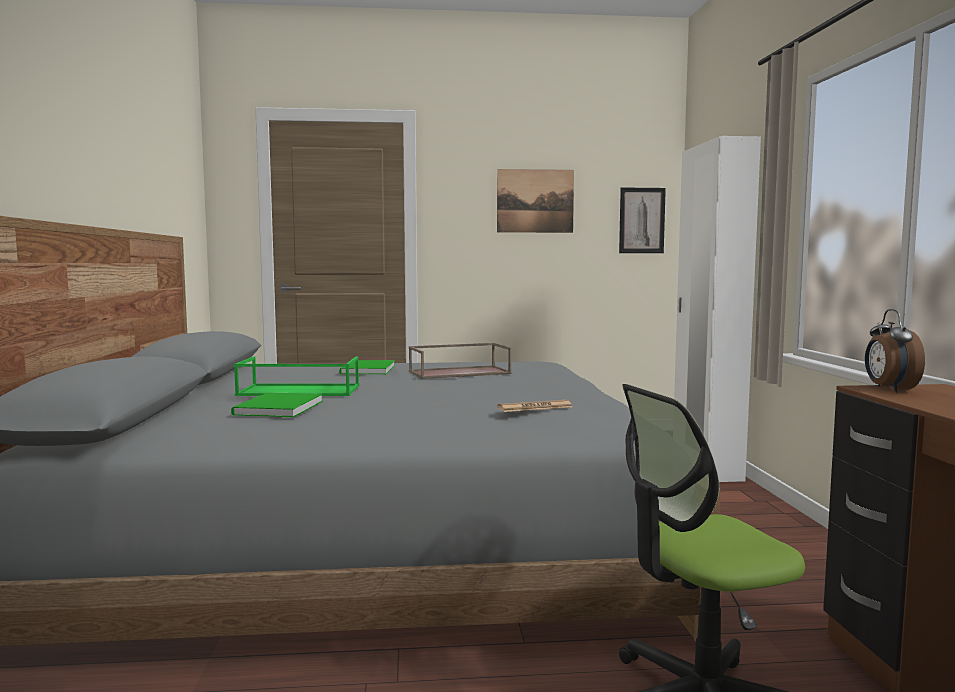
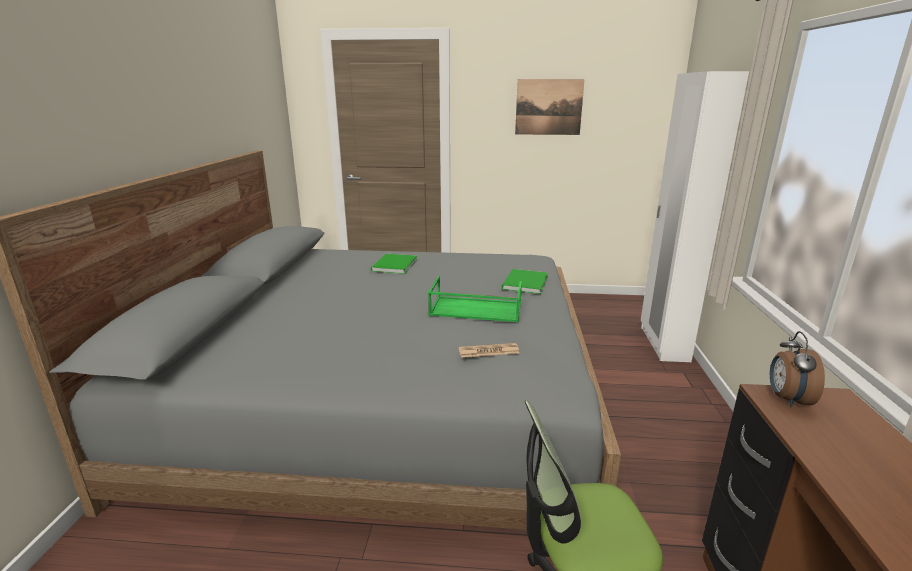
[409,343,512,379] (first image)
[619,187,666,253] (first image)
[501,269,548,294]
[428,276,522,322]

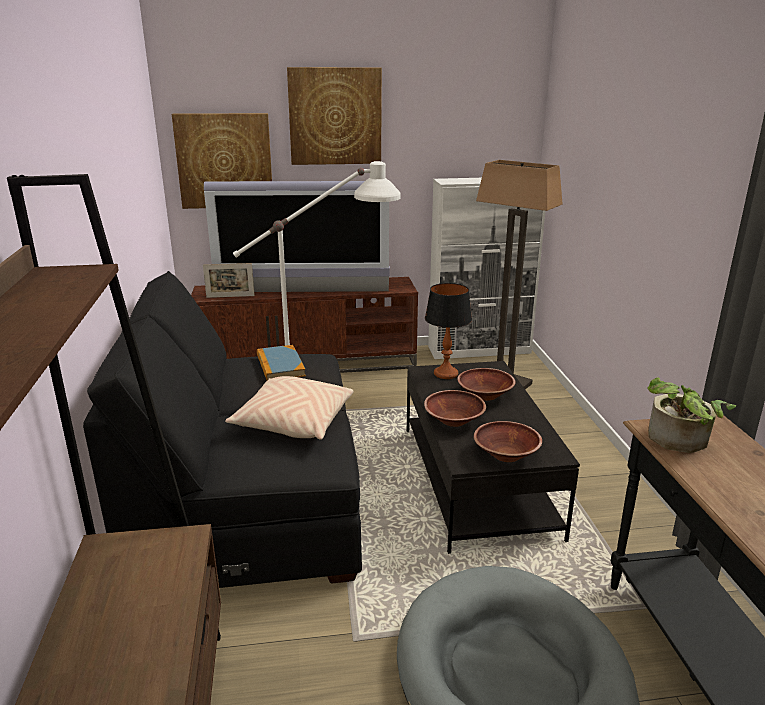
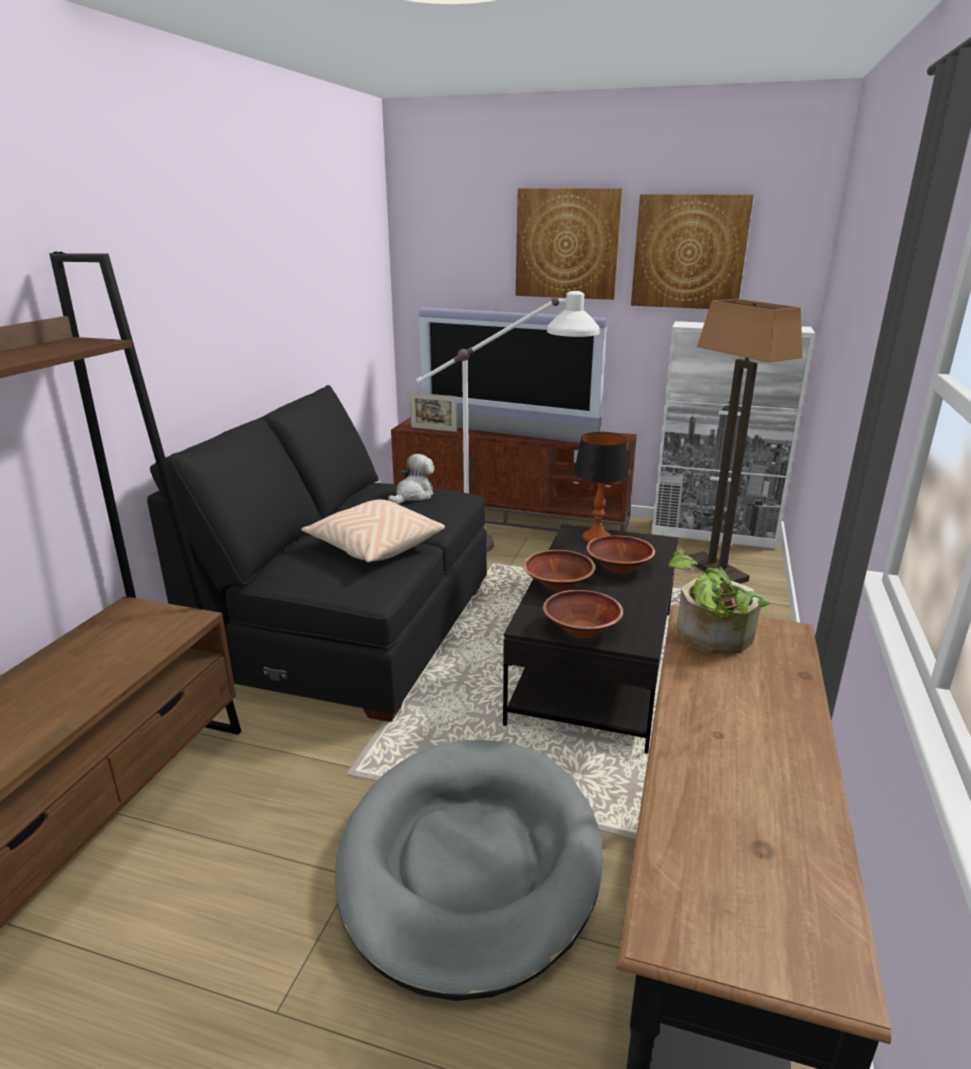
[631,194,754,309]
[388,454,434,504]

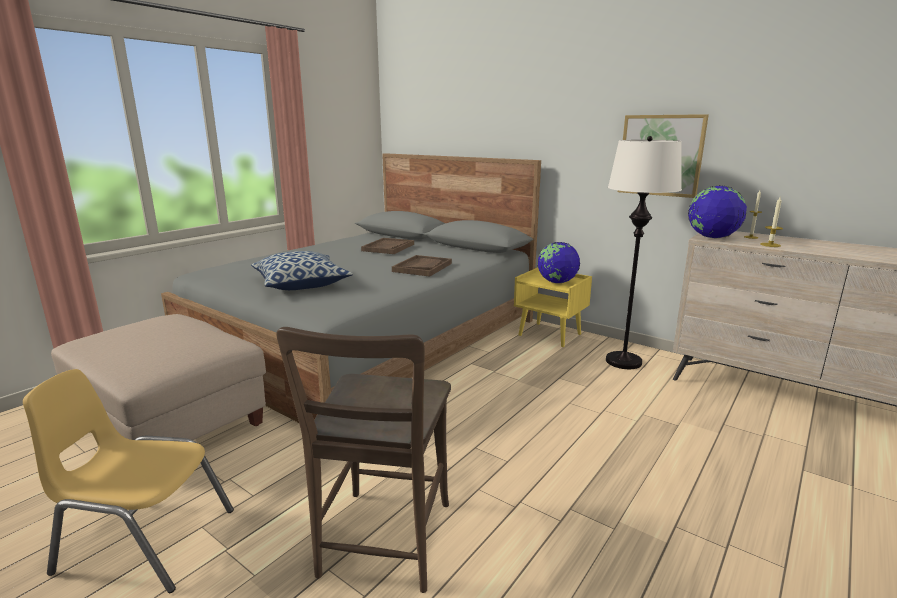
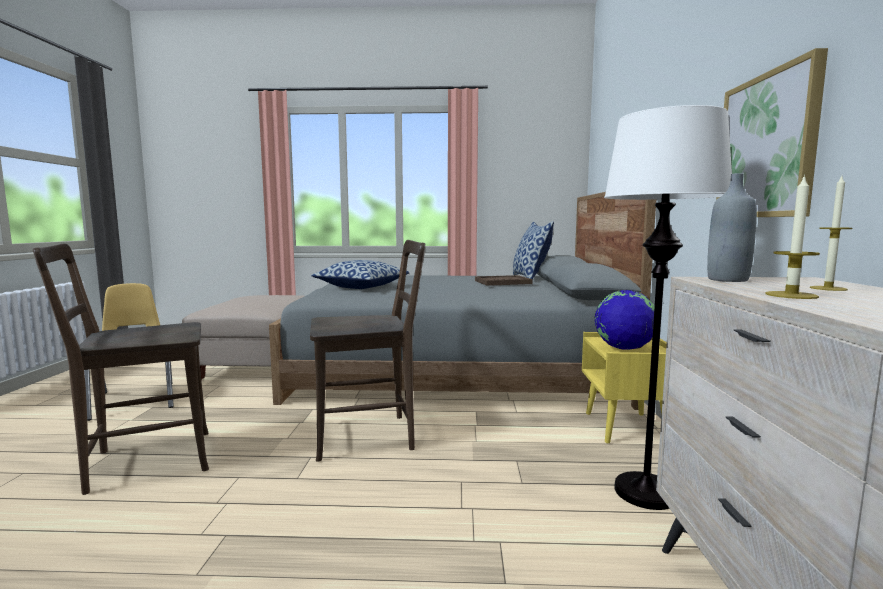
[392,255,452,277] (first image)
[310,240,425,461]
[513,221,554,279]
[707,173,757,282]

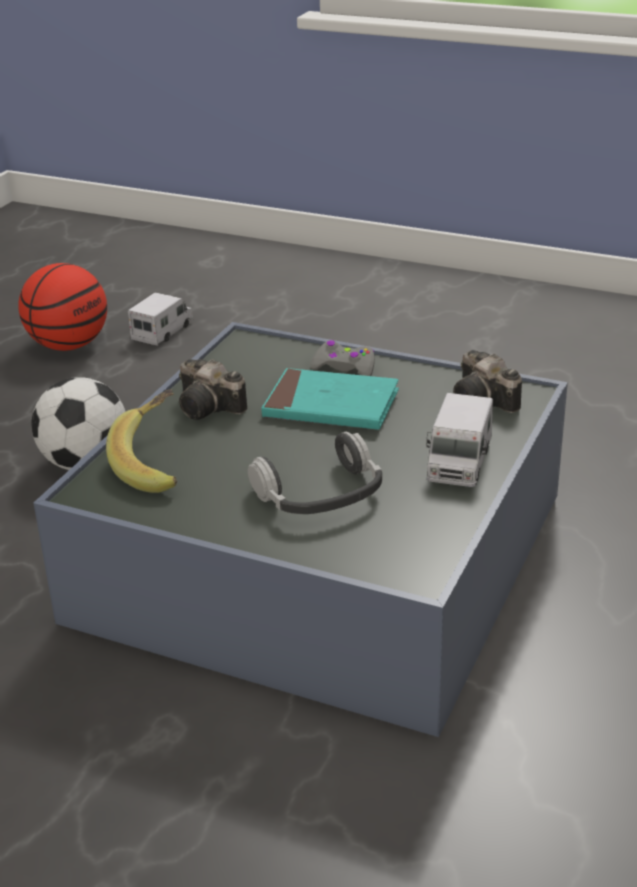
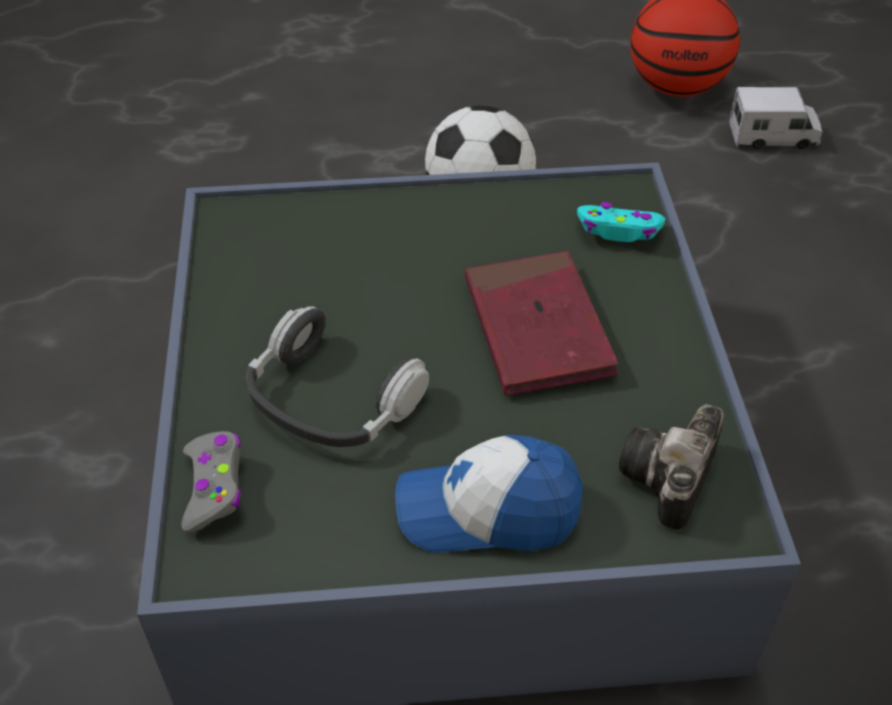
[106,389,177,493] (first image)
[179,359,247,420] (first image)
[577,202,666,242]
[181,431,241,533]
[395,435,583,553]
[465,251,618,396]

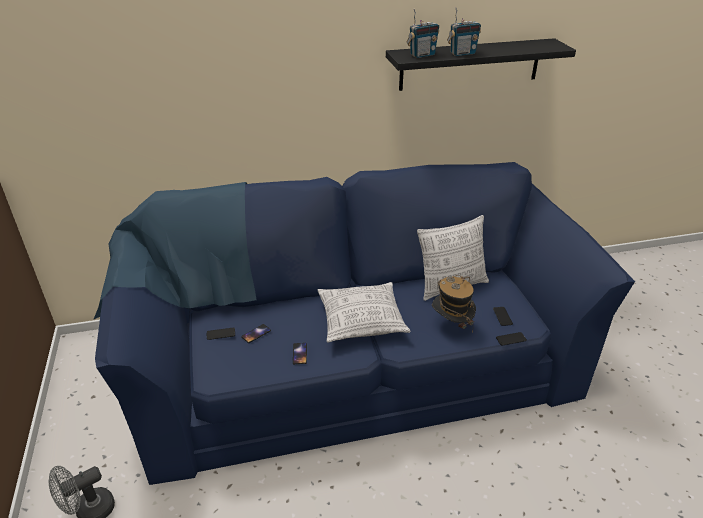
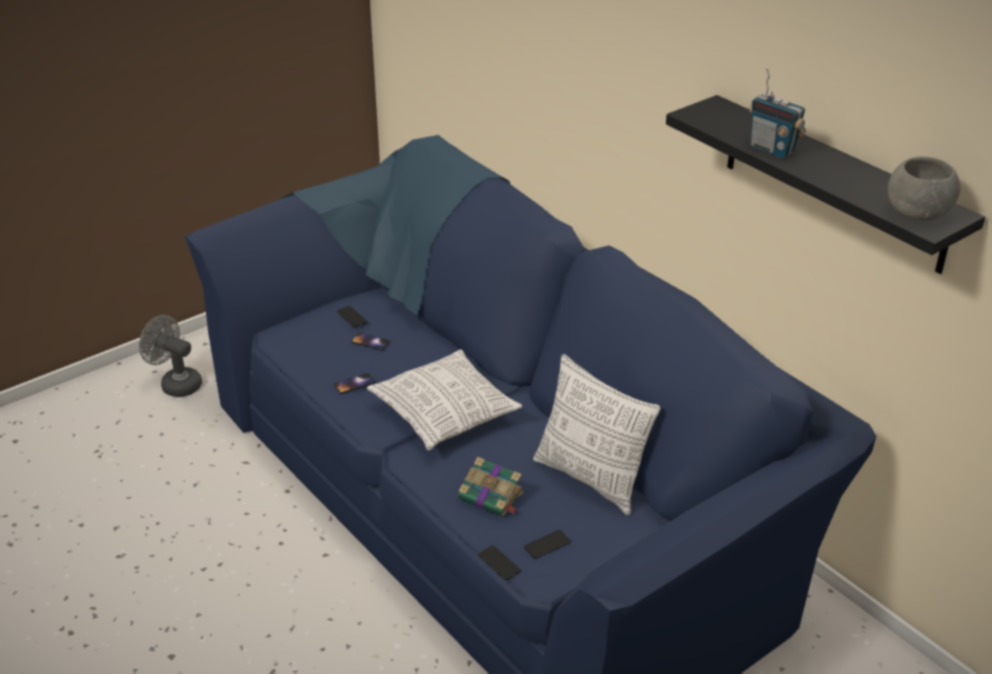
[406,8,439,58] (first image)
[888,156,961,221]
[458,457,523,516]

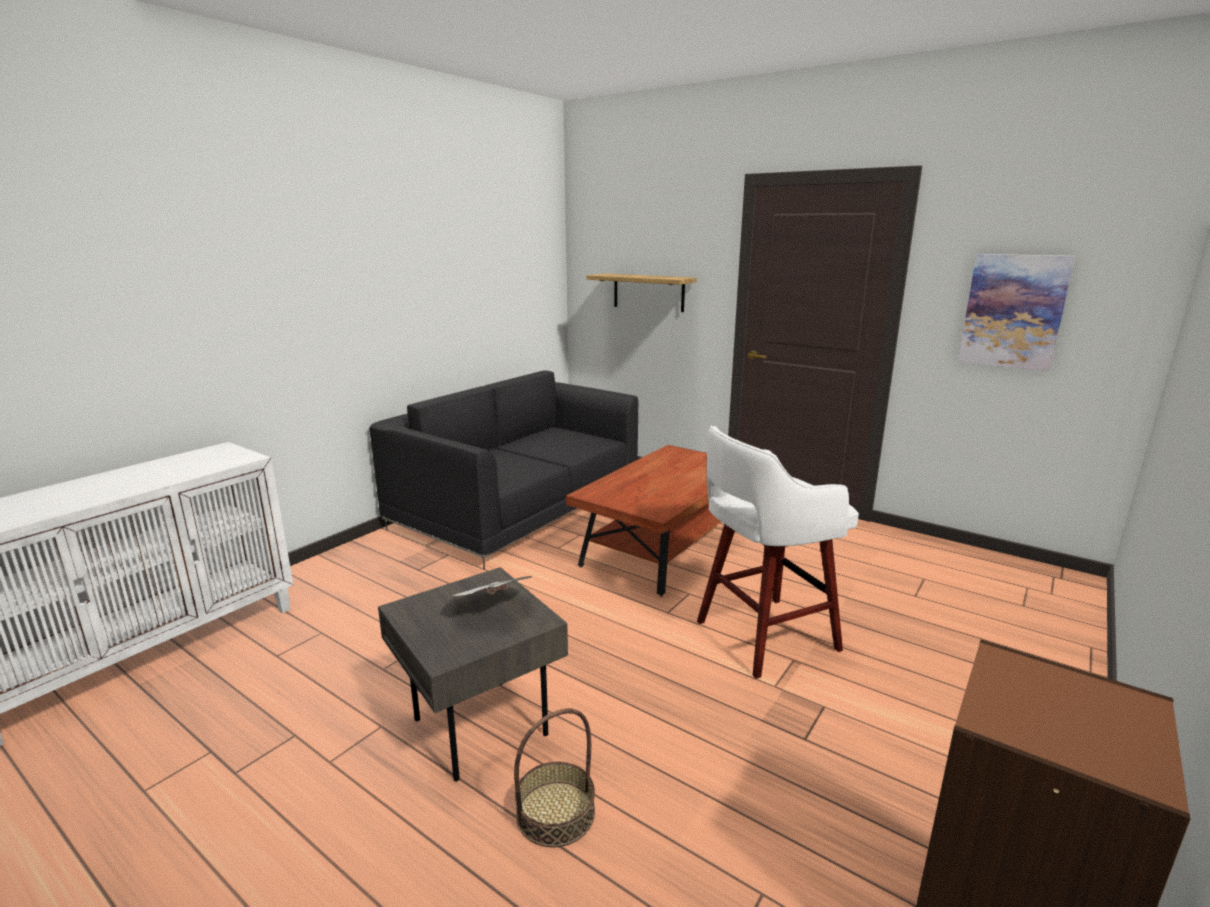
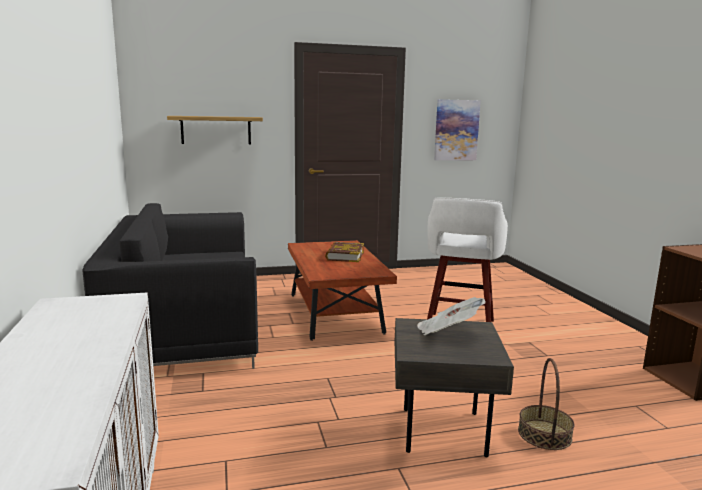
[325,242,364,262]

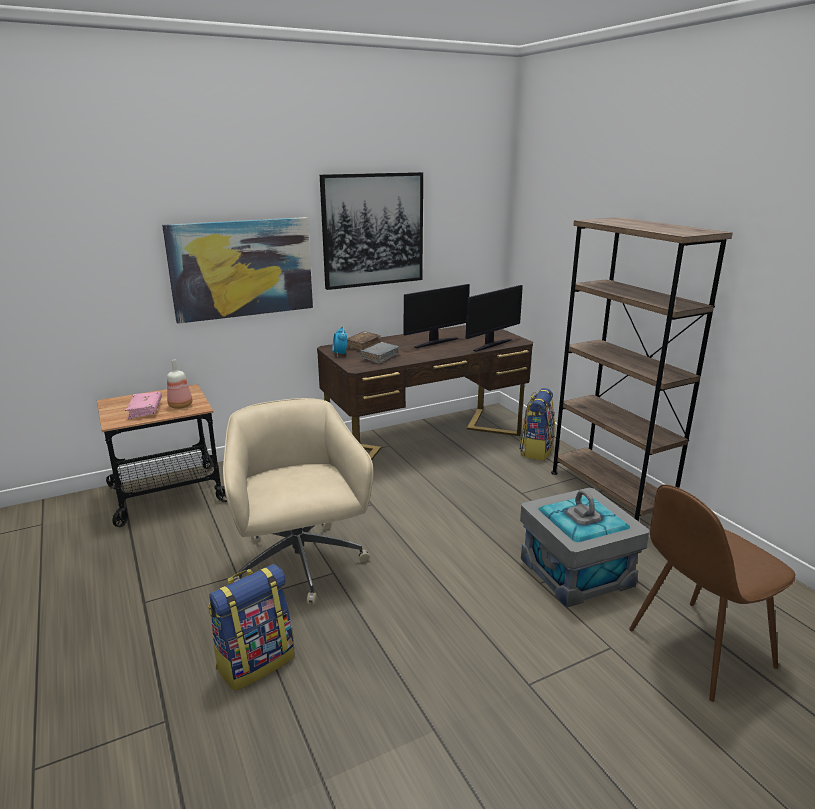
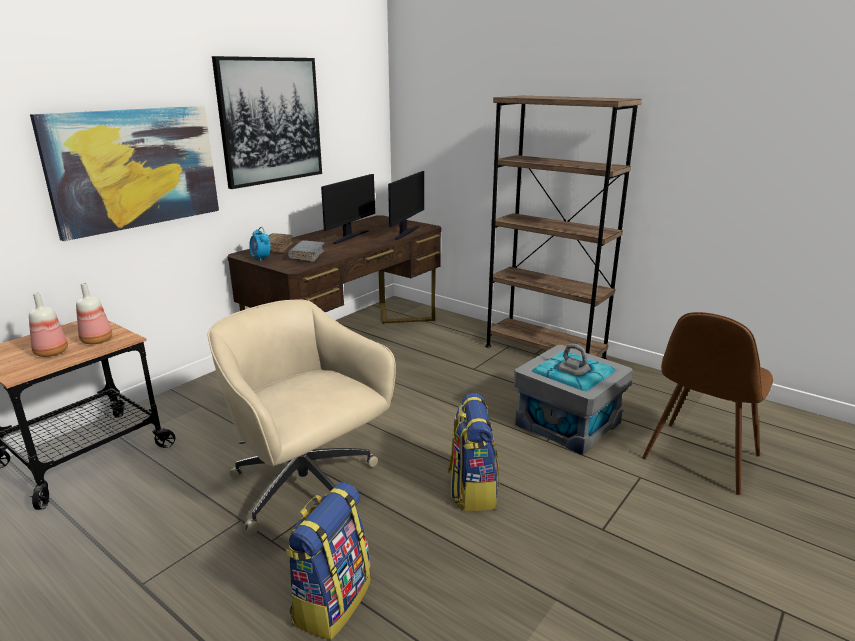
[448,393,500,511]
[29,292,68,357]

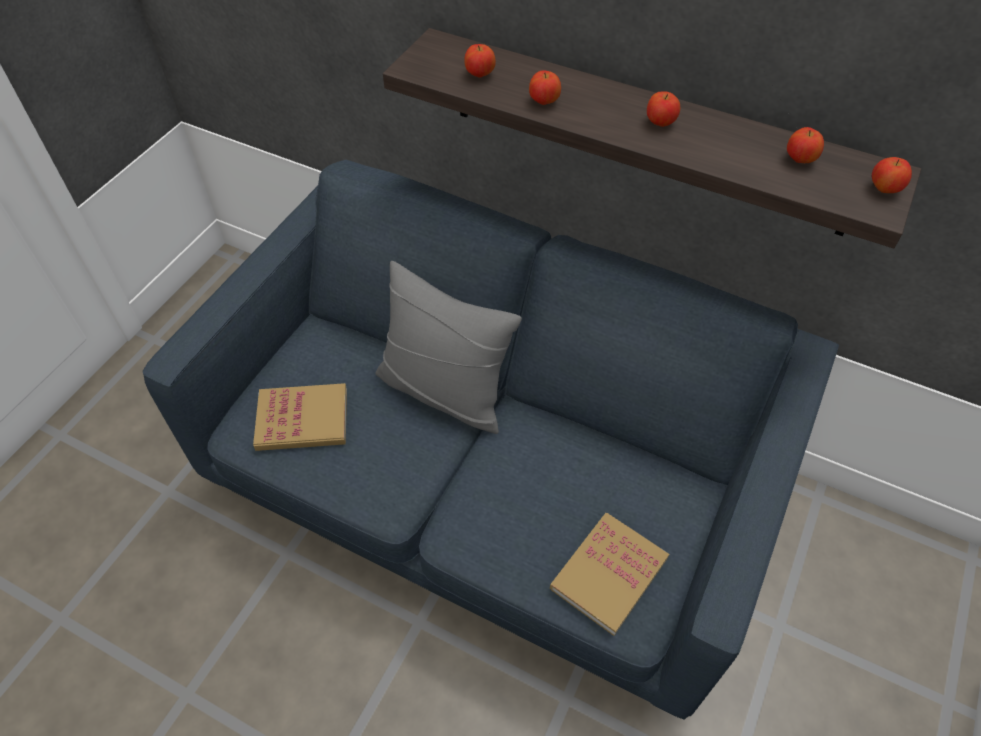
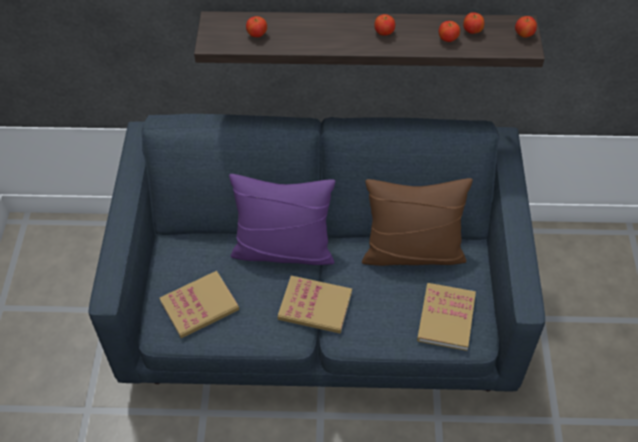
[278,276,352,334]
[362,178,473,266]
[439,21,460,42]
[229,174,335,265]

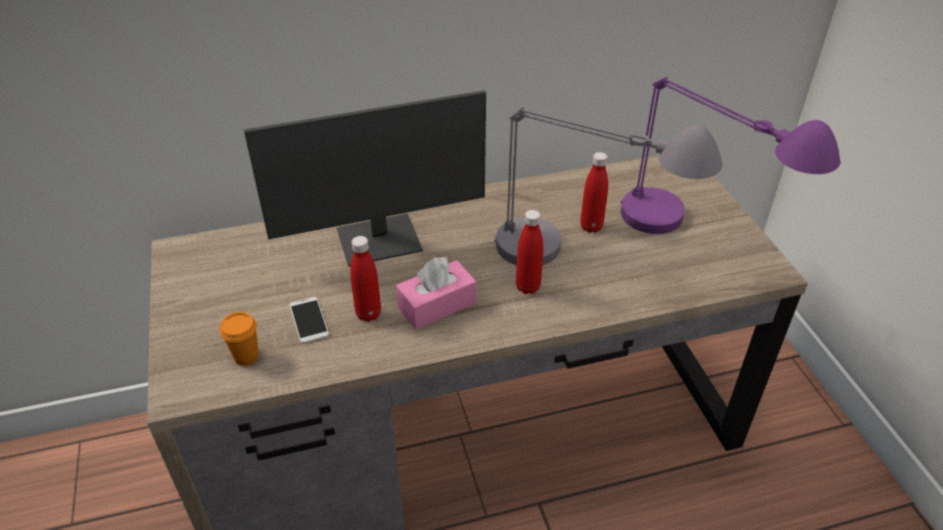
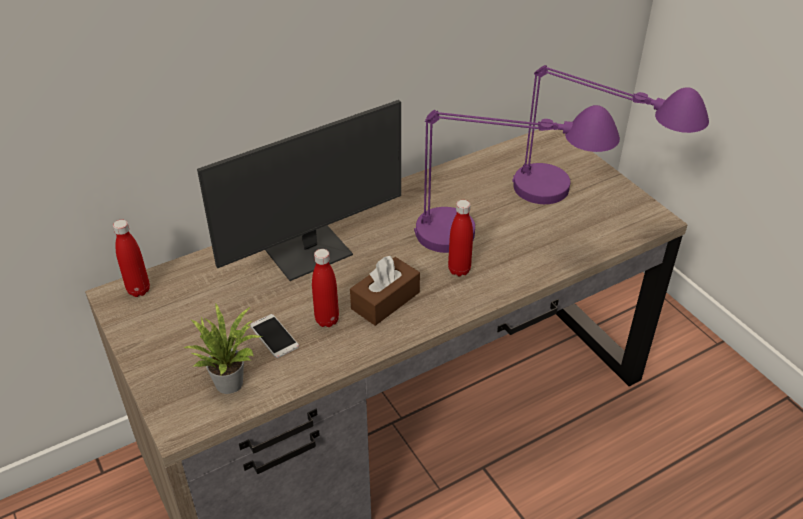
[113,220,150,297]
[184,304,262,394]
[350,256,420,326]
[414,105,620,253]

